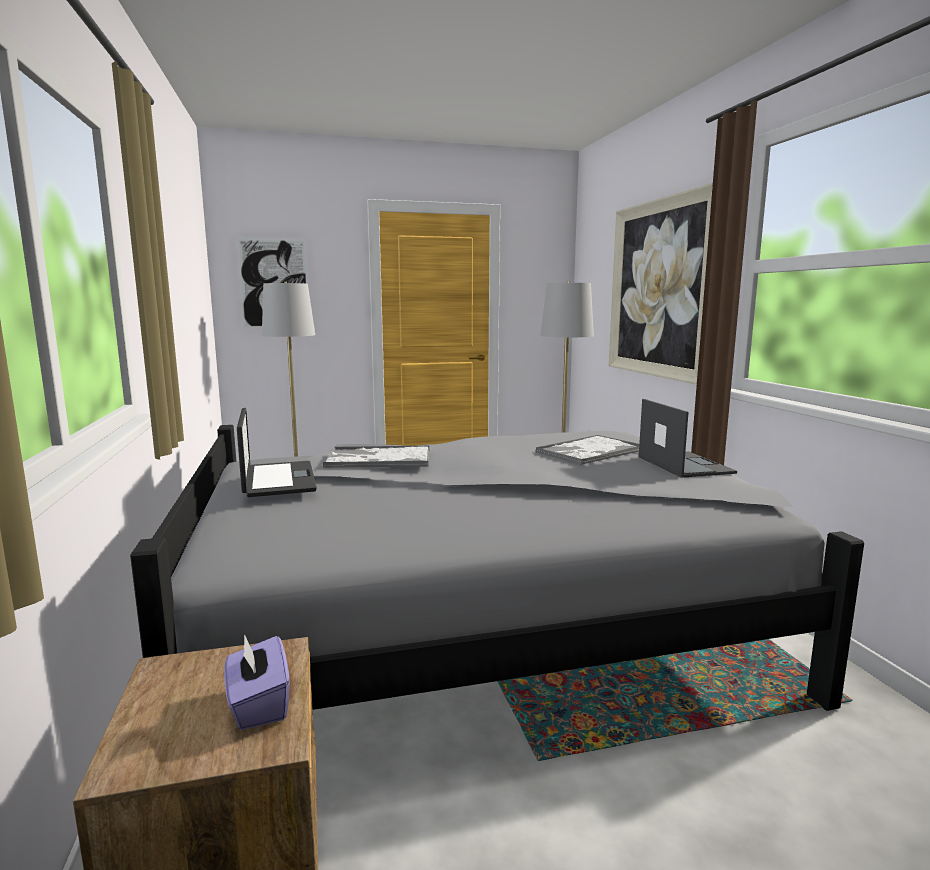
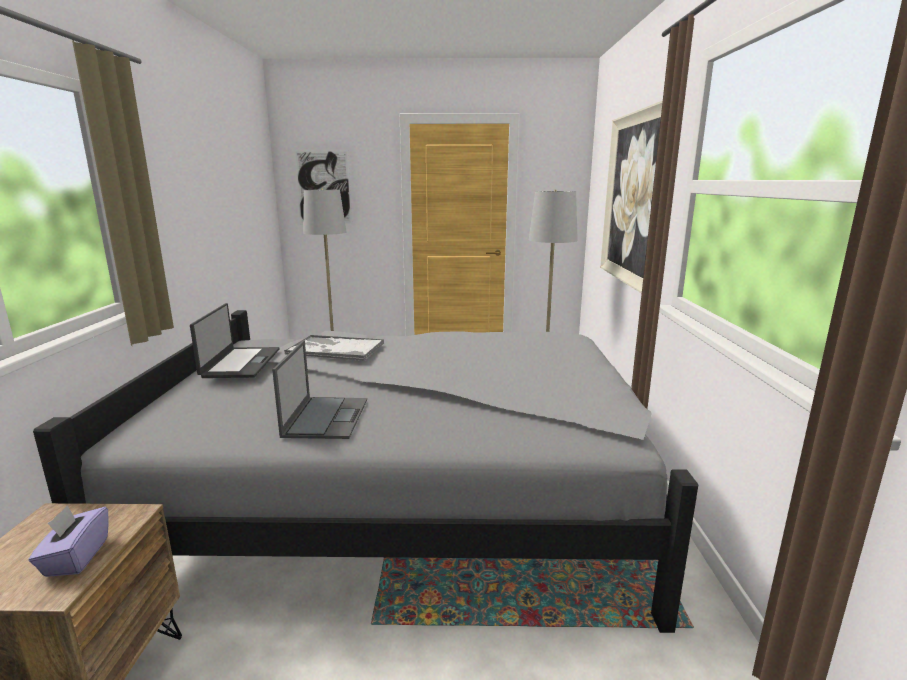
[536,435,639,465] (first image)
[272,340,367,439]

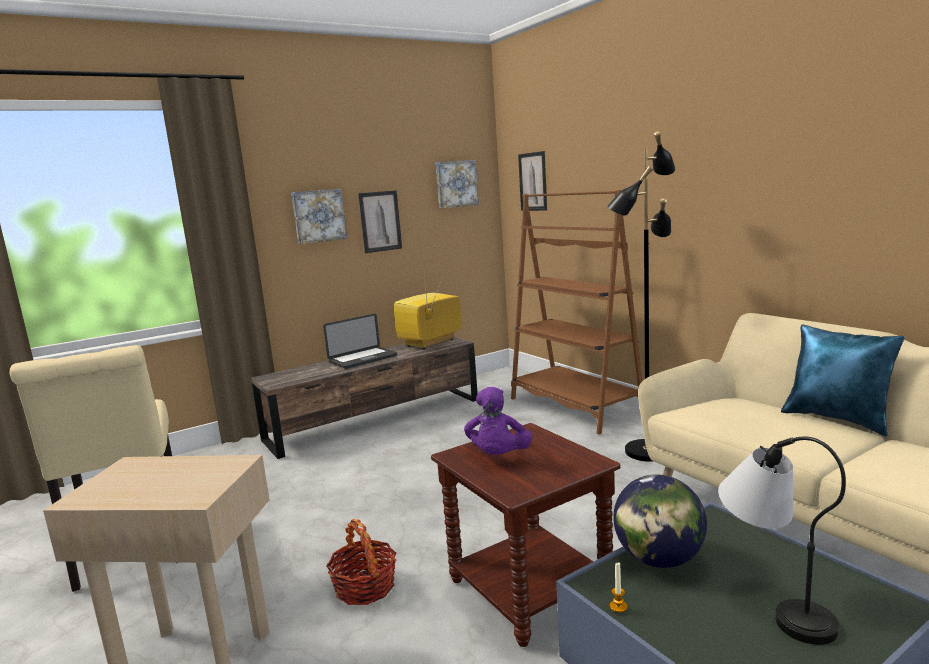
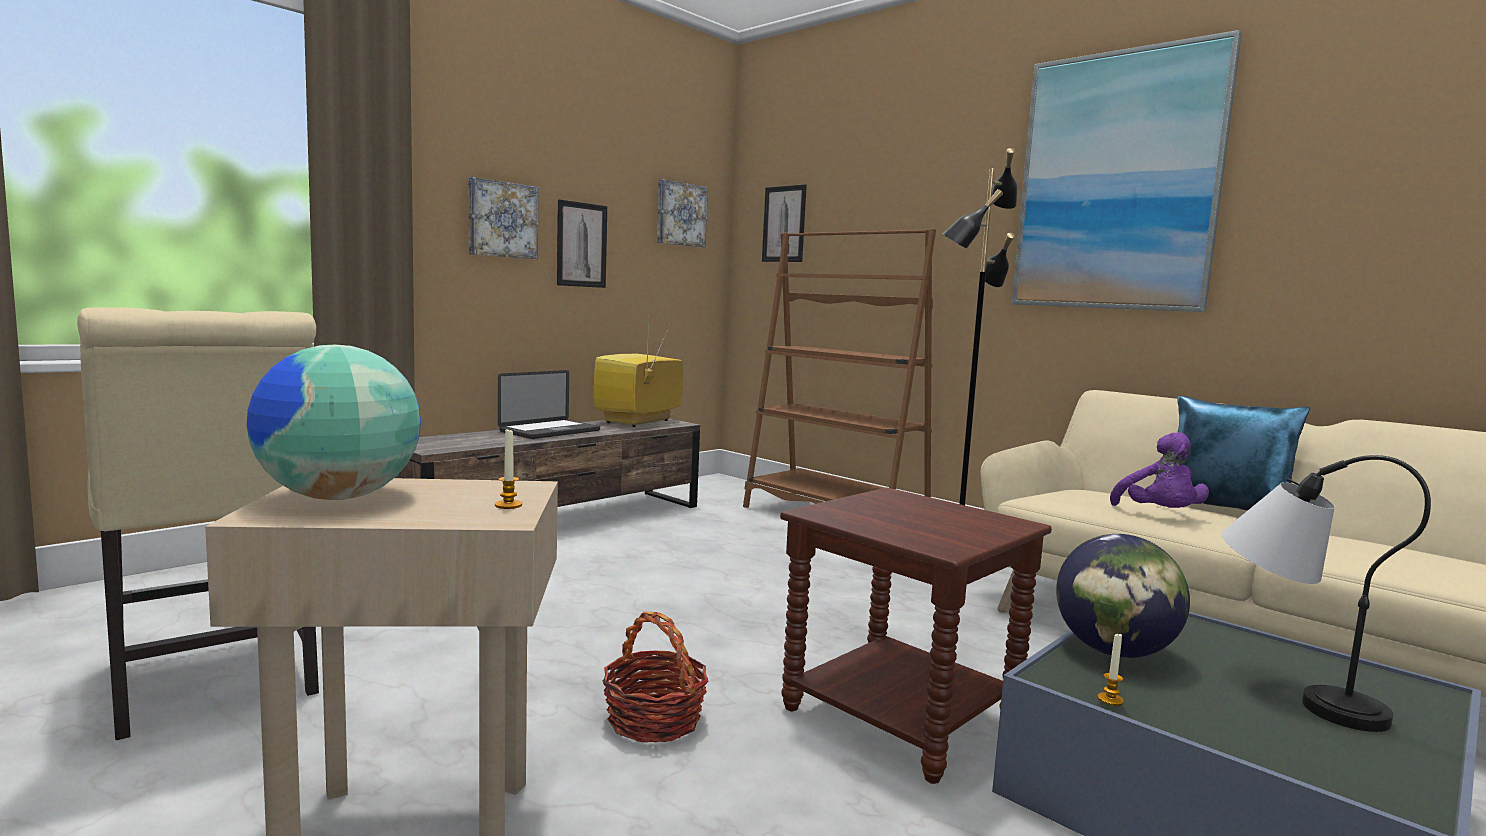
[246,345,421,500]
[495,430,522,509]
[1012,30,1242,312]
[1110,432,1209,508]

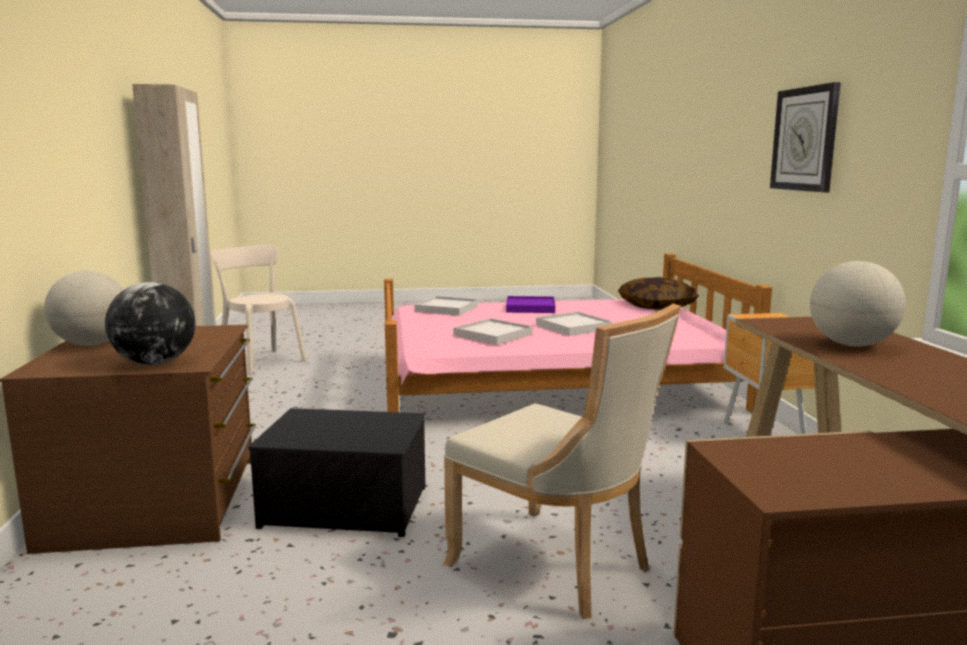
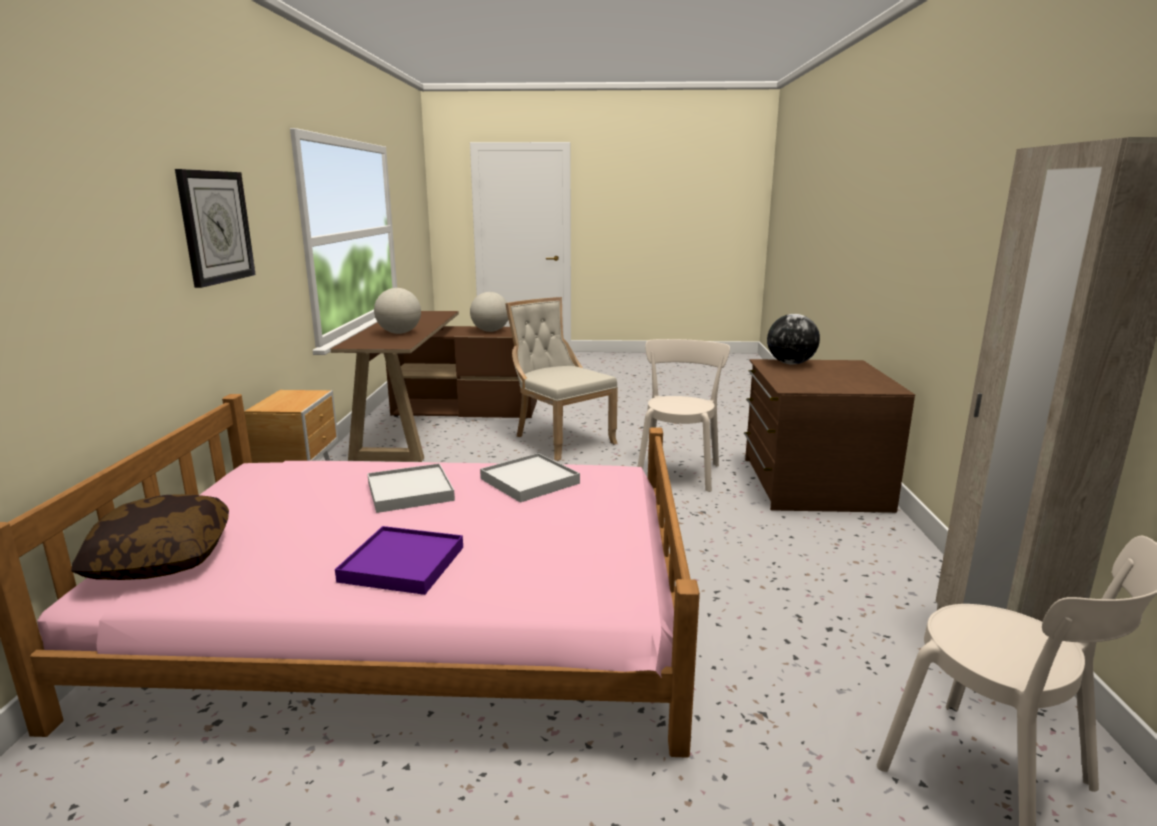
[414,296,478,316] (first image)
[470,292,508,332]
[638,339,730,492]

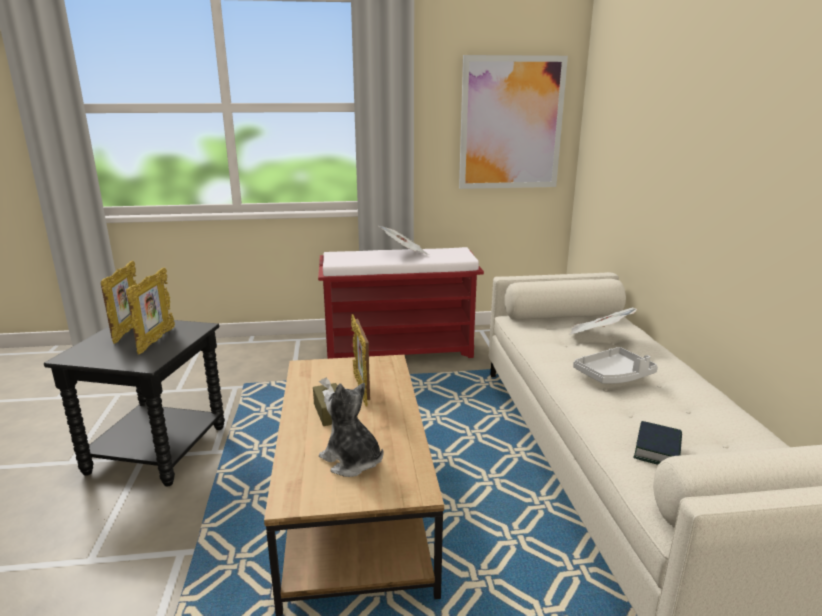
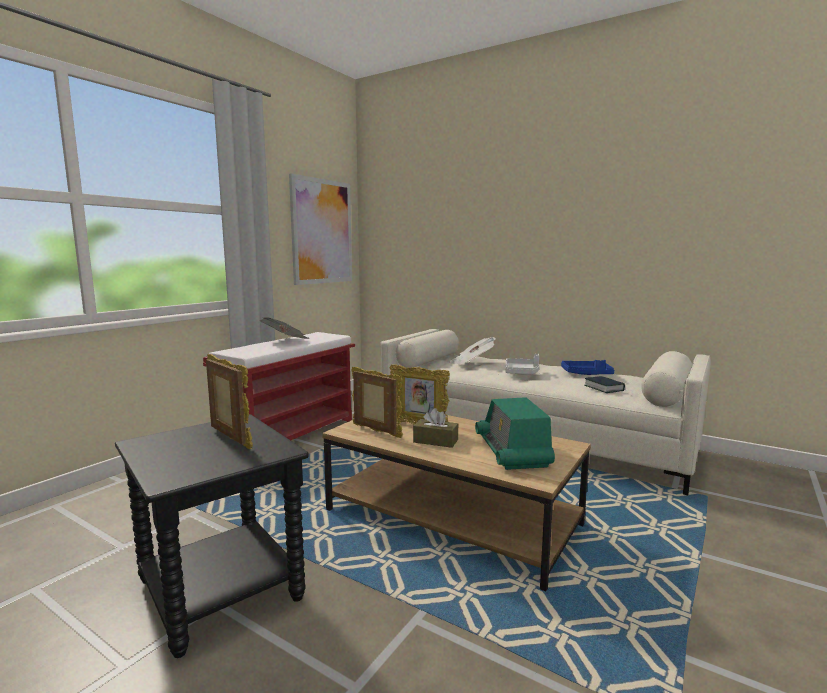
[561,360,614,375]
[351,367,403,438]
[475,397,555,470]

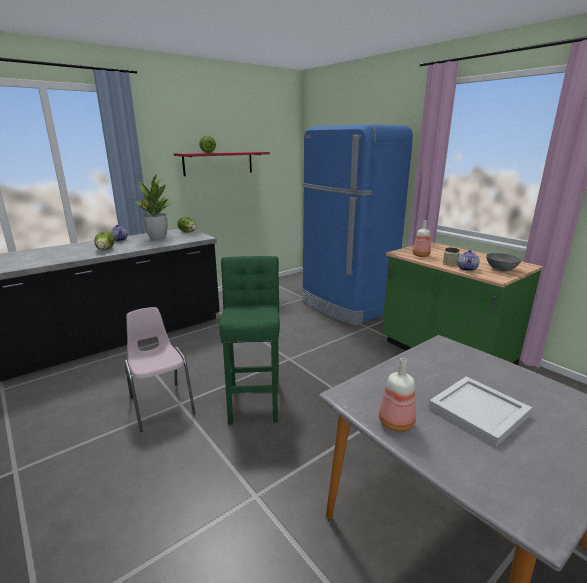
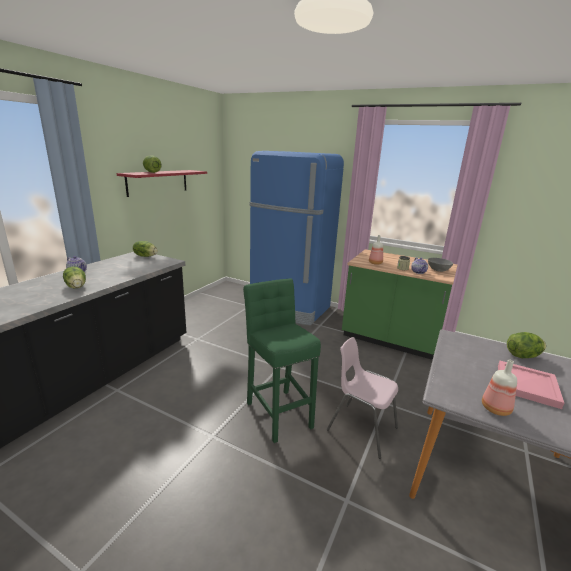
[134,174,175,240] (first image)
[507,332,546,358]
[327,337,398,459]
[498,361,564,409]

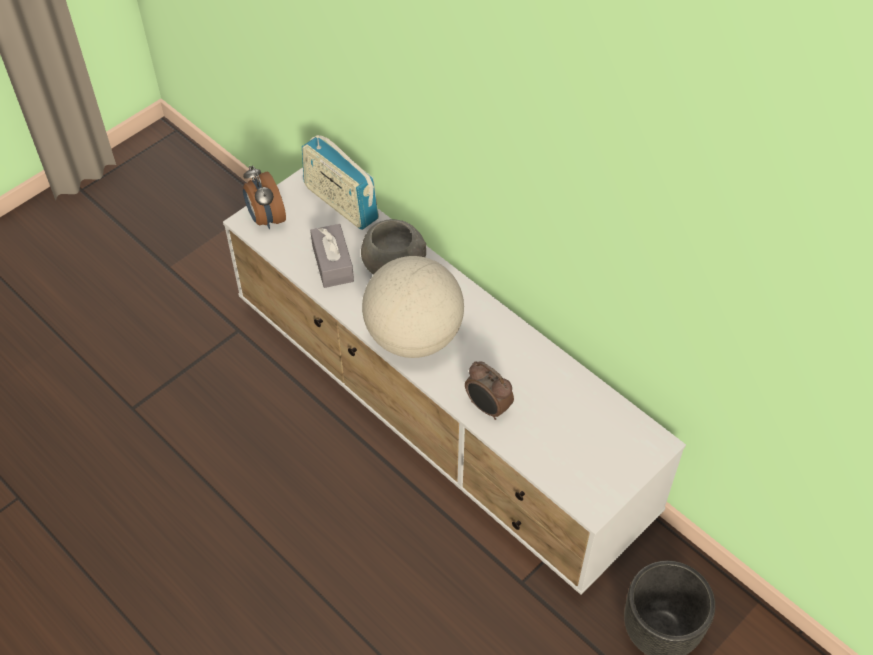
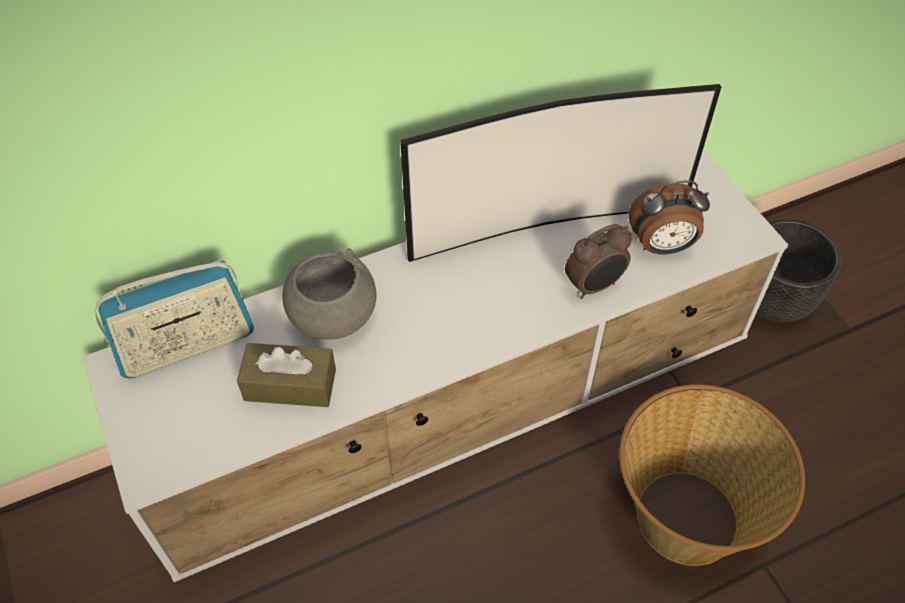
[362,256,464,358] (first image)
[400,84,721,262]
[619,384,805,566]
[628,181,710,254]
[237,343,336,407]

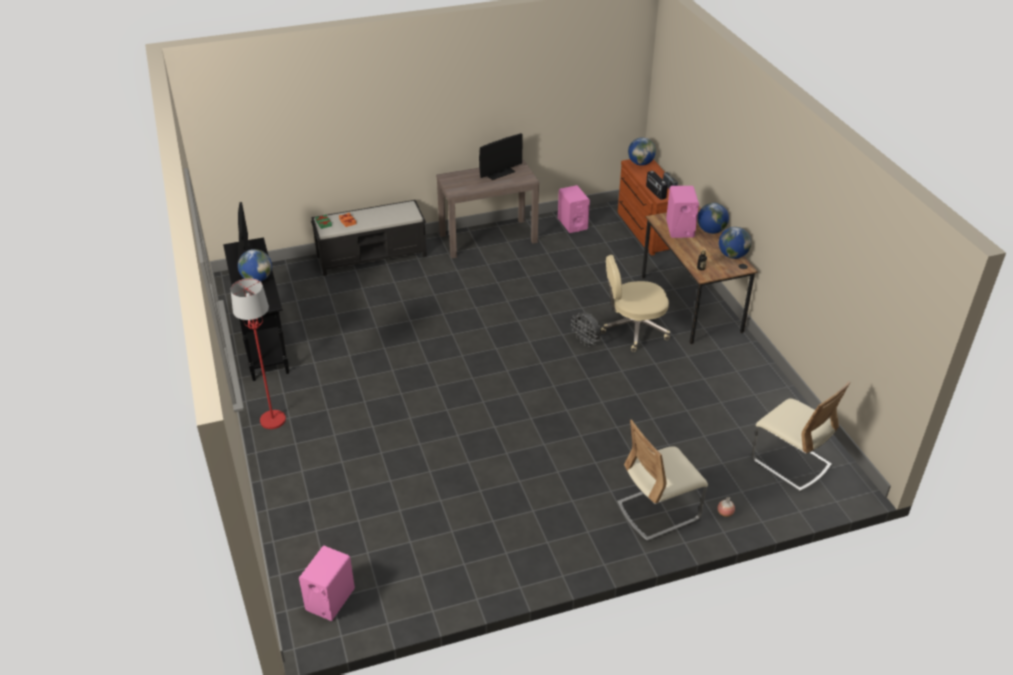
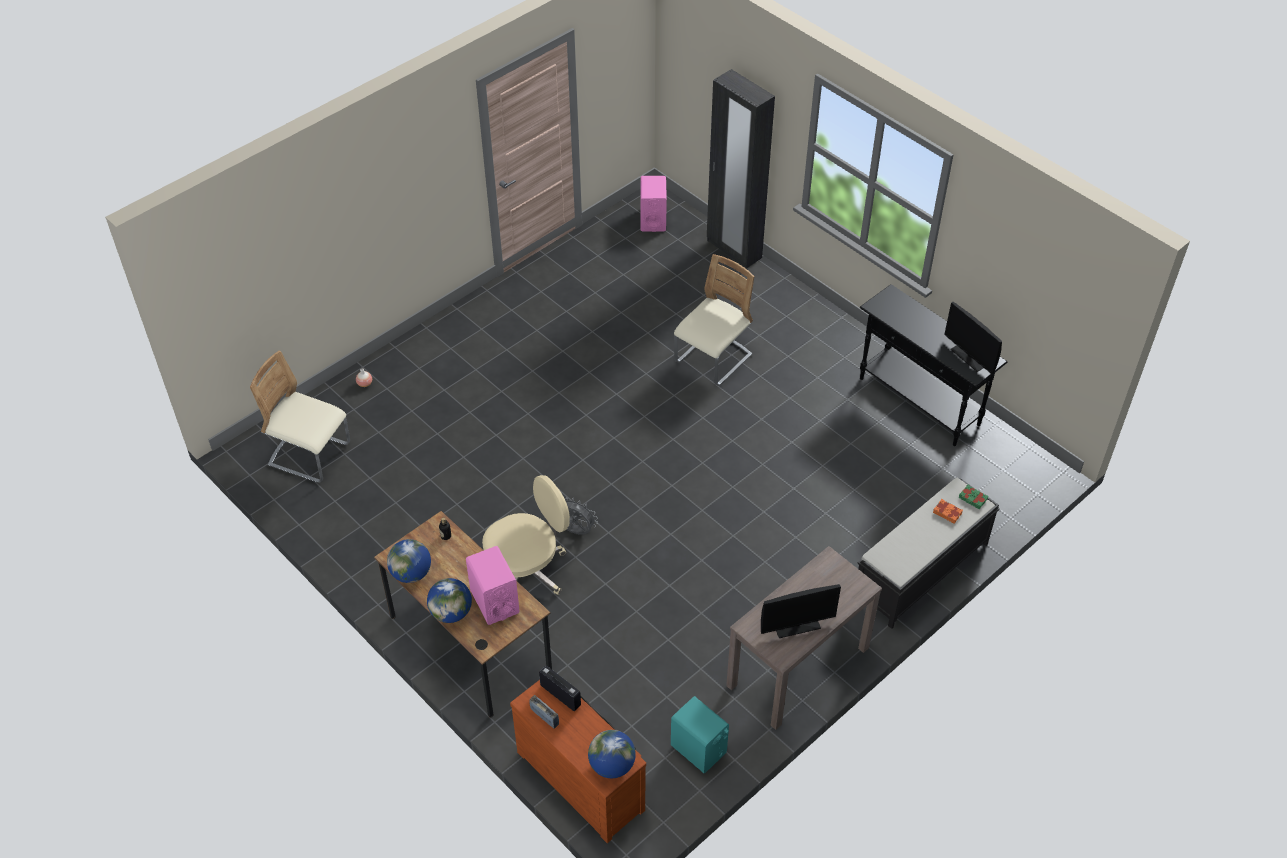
[230,278,286,429] (first image)
[238,249,272,282] (first image)
[707,69,775,268]
[674,254,754,386]
[671,696,729,773]
[761,584,841,638]

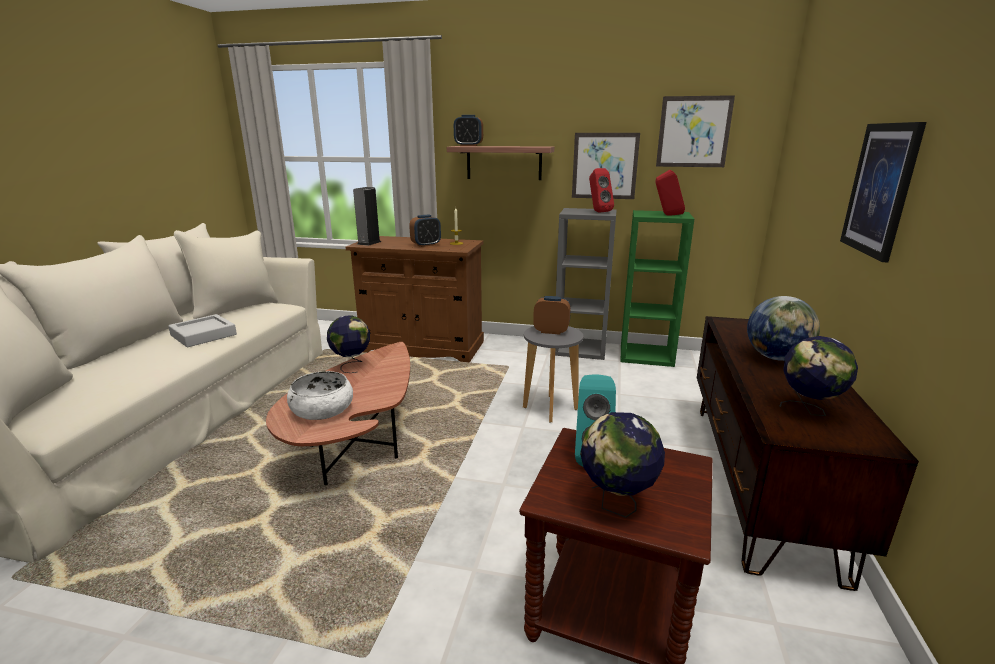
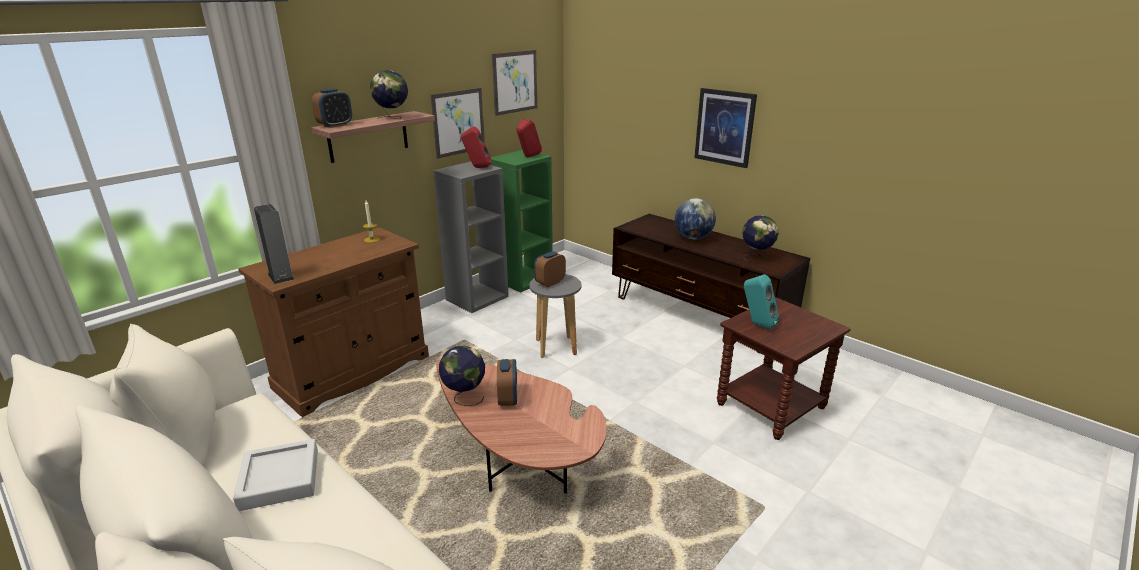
[287,371,353,420] (first image)
[497,359,517,406]
[370,70,408,119]

